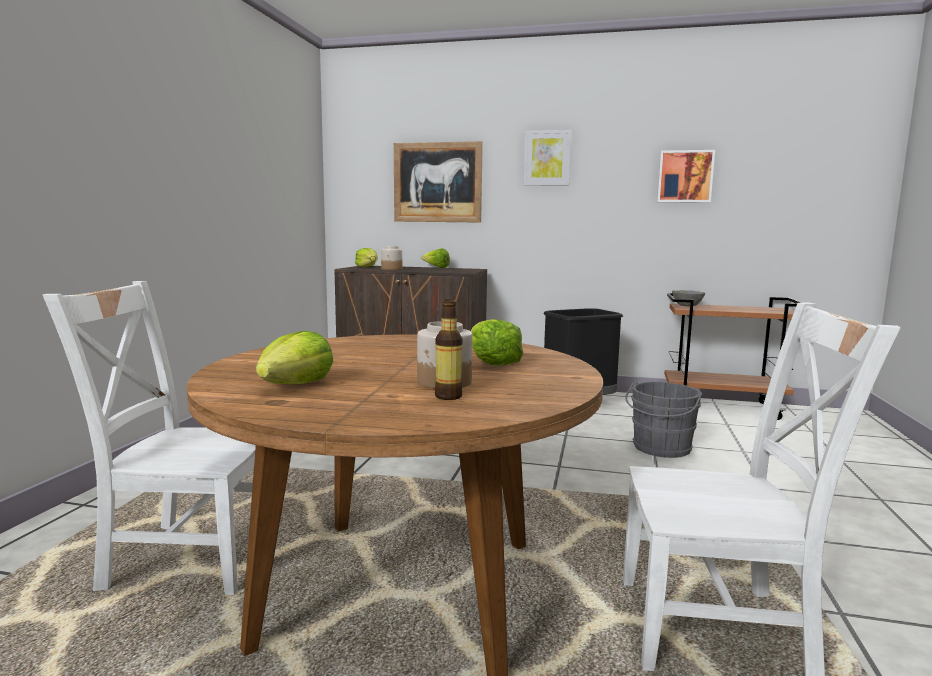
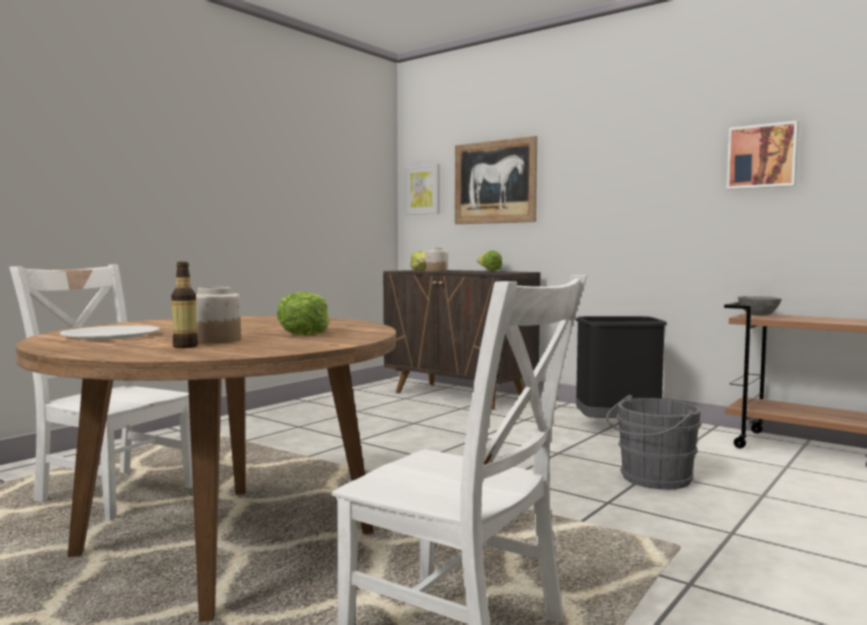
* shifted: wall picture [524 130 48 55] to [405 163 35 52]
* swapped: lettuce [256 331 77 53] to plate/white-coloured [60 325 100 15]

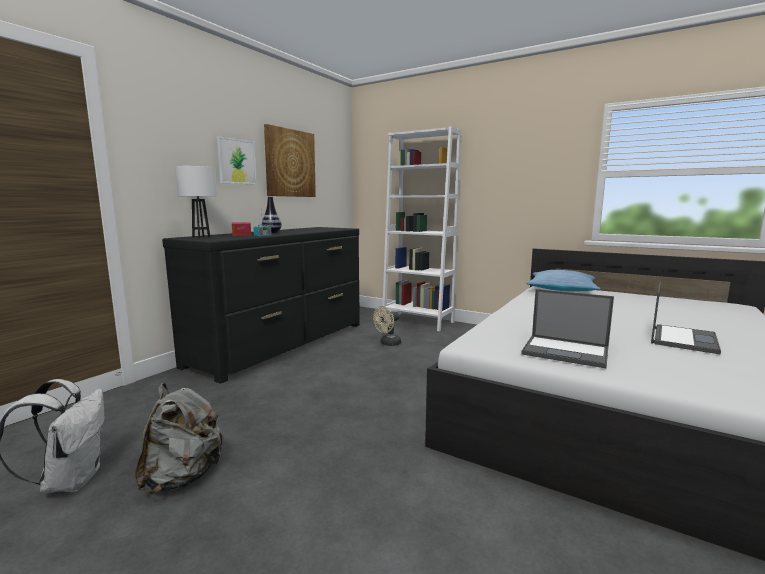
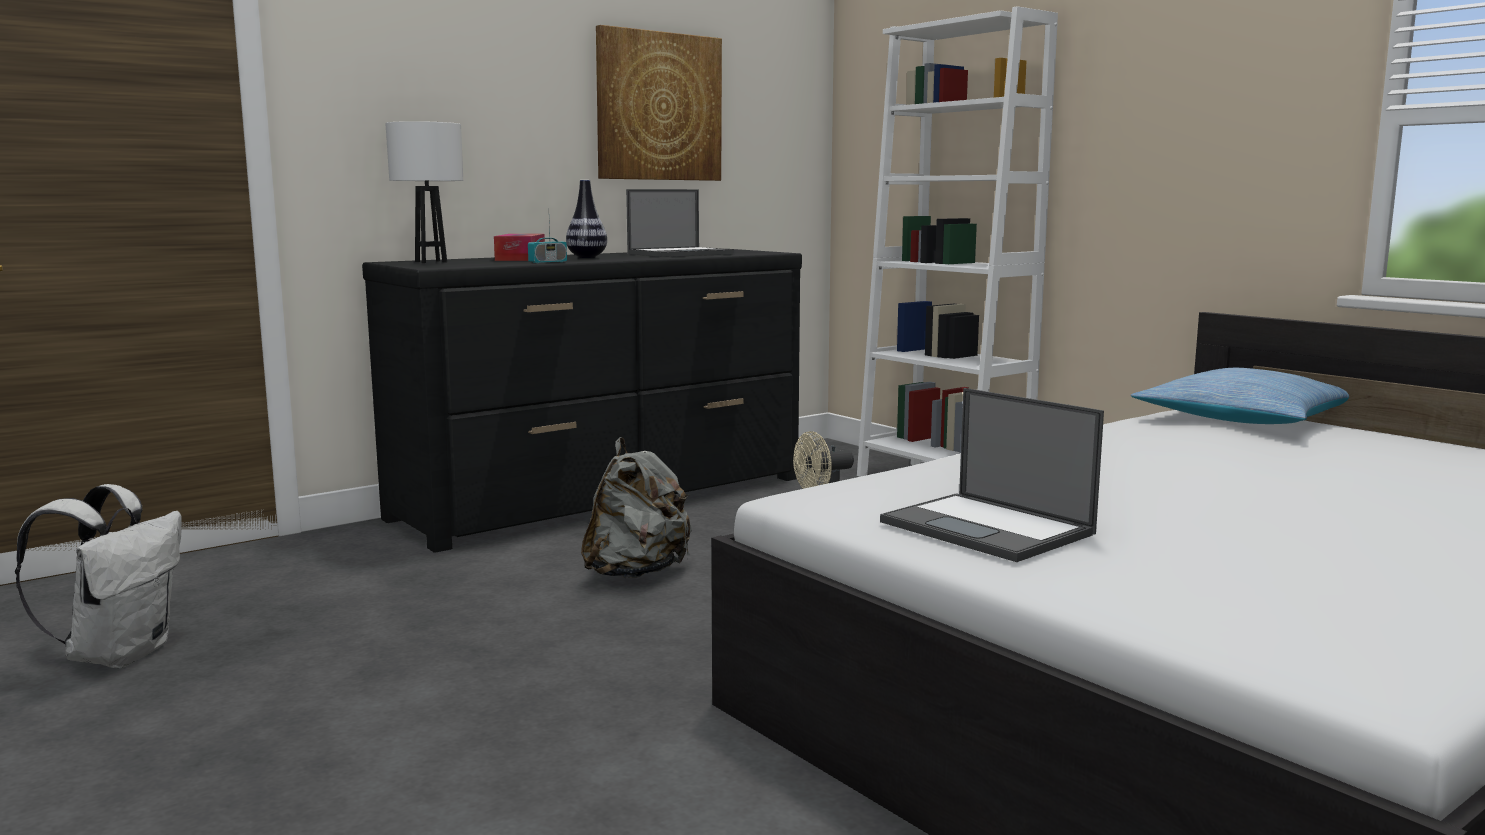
* gone: wall picture [217 136 40 49]
* shifted: laptop [651 282 70 72] to [626 189 109 68]
* shifted: knapsack/gray [135 383 89 111] to [581 437 111 141]

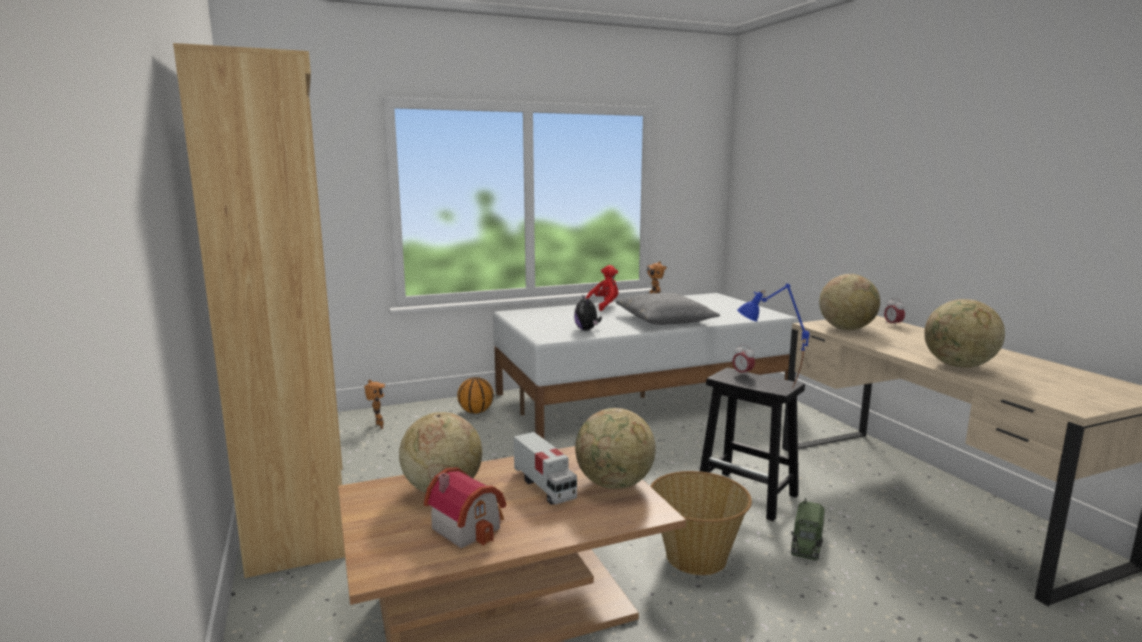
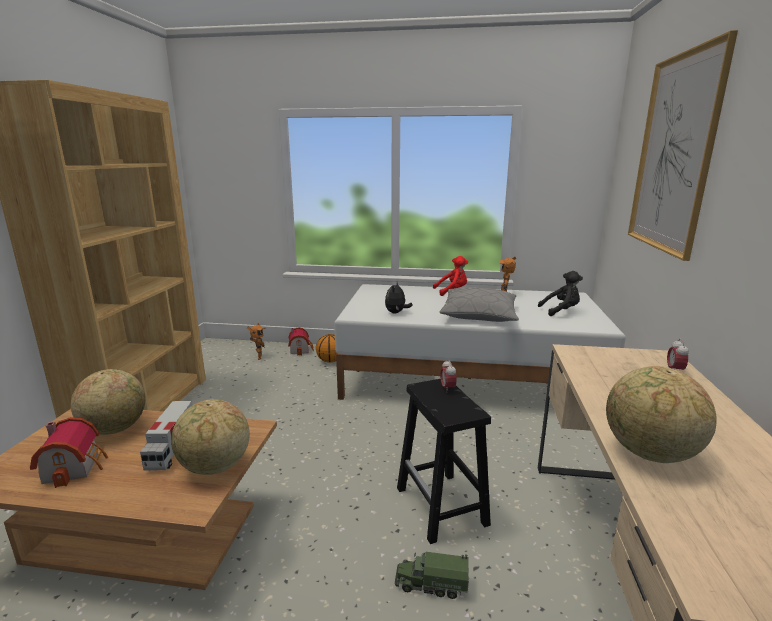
* gone: globe [819 274 61 56]
* gone: table lamp/blue [737 284 73 104]
* gone: storage basket [650 471 102 104]
* rotated: model truck [791 498 34 62] = [395 552 74 47] 45 degrees clockwise
* new: wall picture [628 30 110 231]
* new: plush toy/black [538 271 45 45]
* new: model house [288 327 26 29]

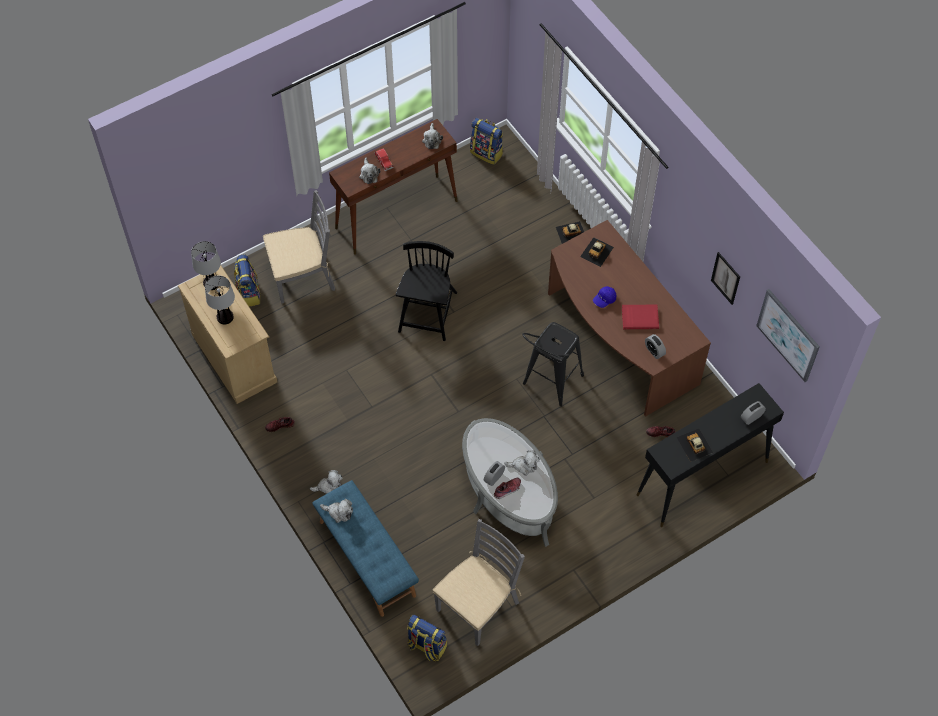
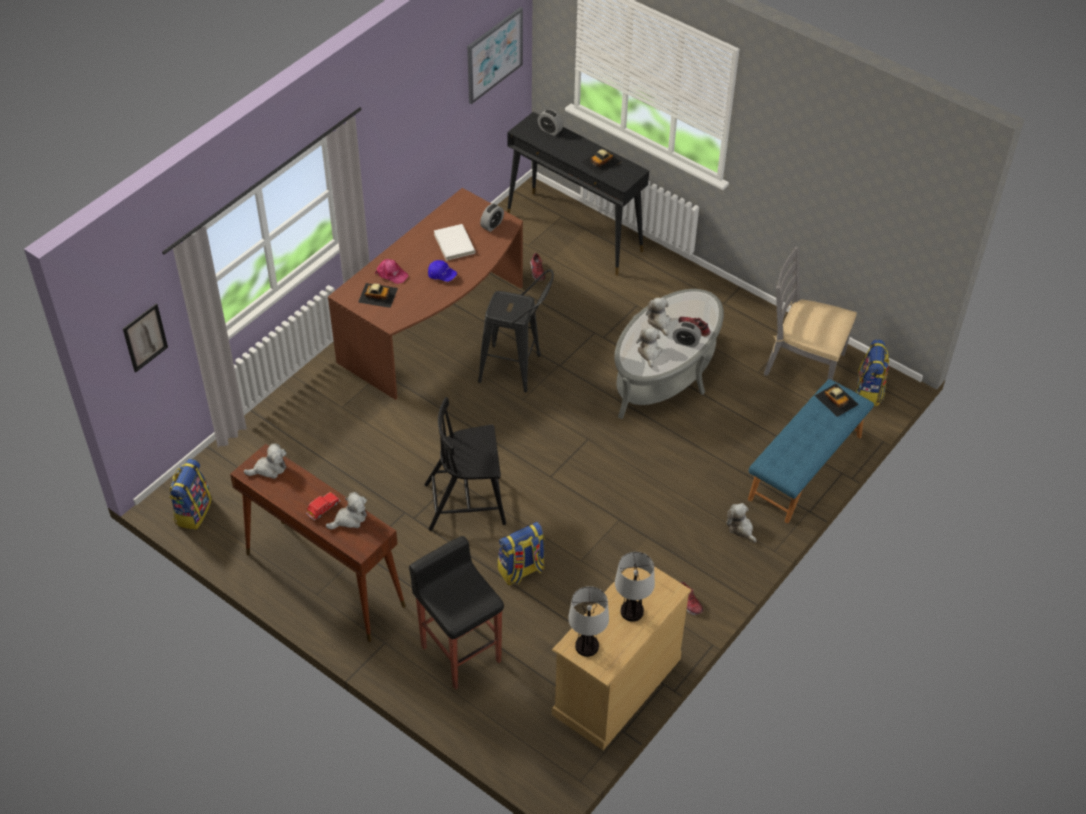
* swapped: upright chair/gray [263 190 72 114] to sitting stool/black [409 536 95 154]
* shifted: miniature car [556 221 28 23] to [814 384 45 33]
* shifted: wall picture [711 252 29 53] to [123 304 45 68]
* shifted: knapsack [234 254 27 53] to [498 522 47 63]
* repainted: book/red-coloured [622 305 37 24] to book/white-coloured [434 224 42 37]
* shifted: plush toy [320 499 33 24] to [636 328 26 40]
* new: peaked cap/pink [375 259 33 25]

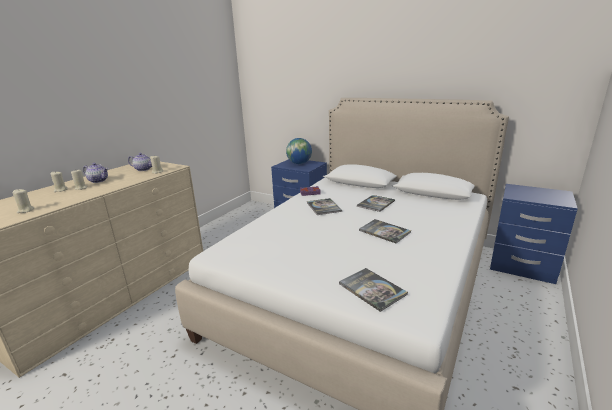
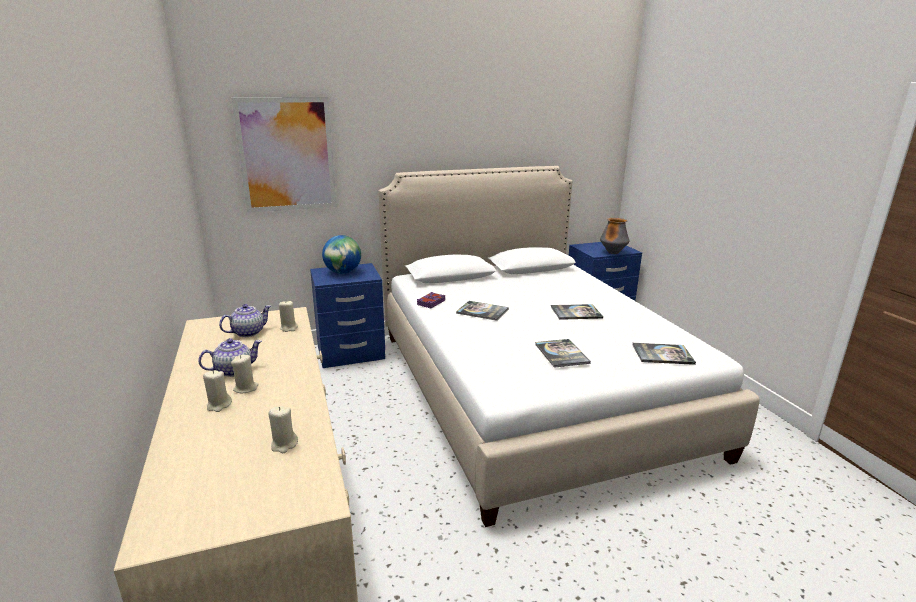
* shifted: book [357 195 38 17] to [535 339 56 29]
* new: wall picture [231 97 106 116]
* new: decorative vase [600 218 30 36]

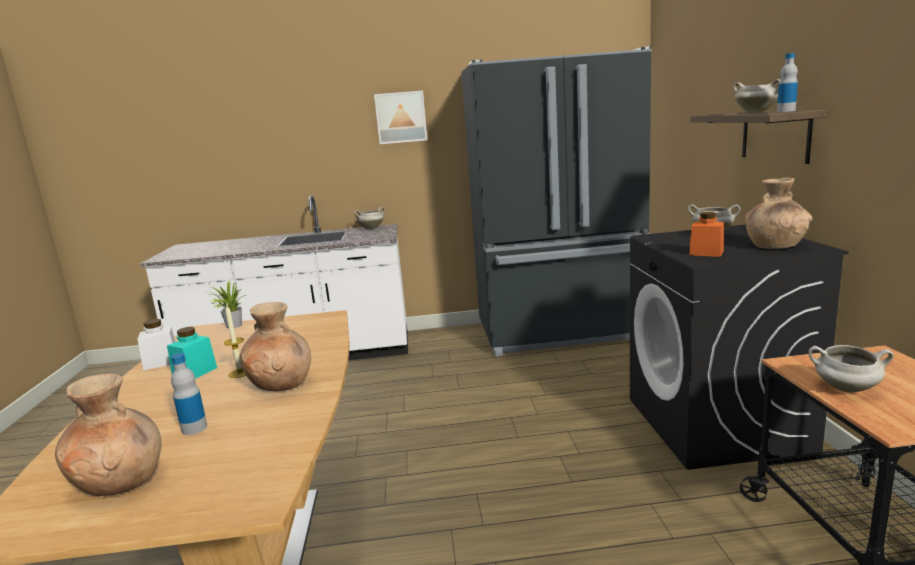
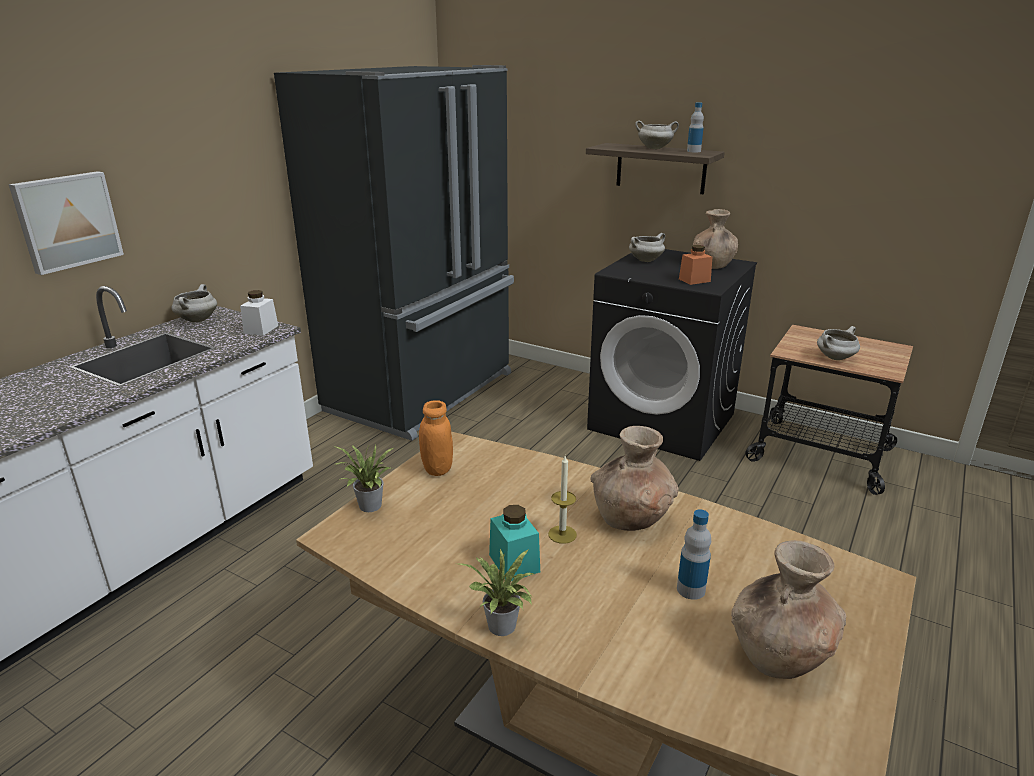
* shifted: wall picture [374 91 53 53] to [9 171 115 104]
* shifted: preserve jar/white-coloured [137 319 39 51] to [240 290 38 46]
* new: preserve jar/orangey [419 400 34 76]
* new: potted plant [459 548 75 88]

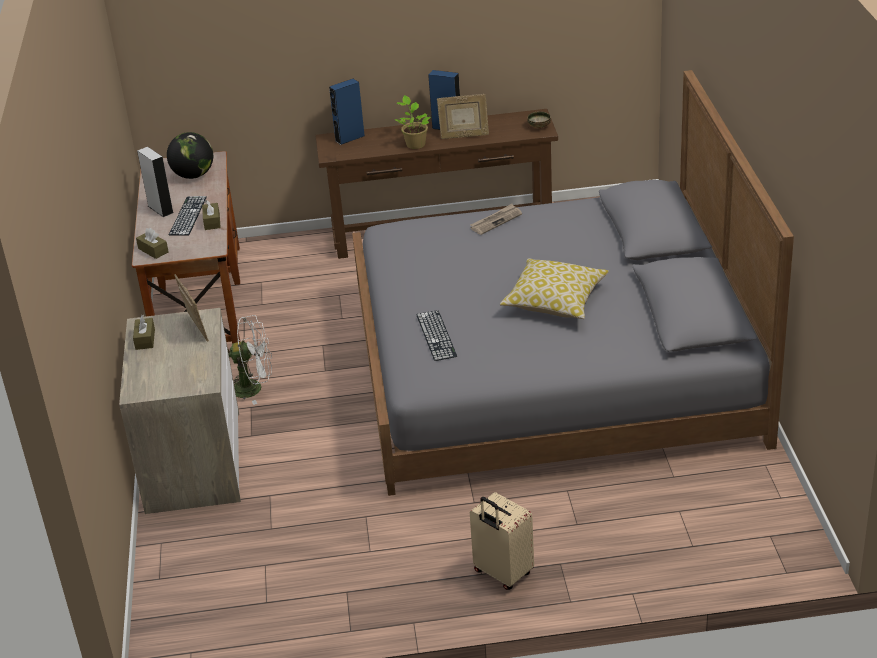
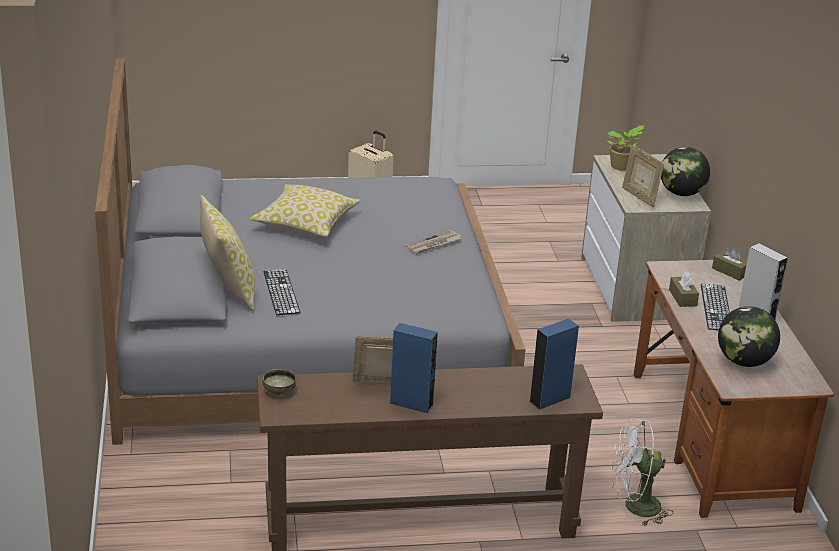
* shifted: potted plant [395 95 36 54] to [607 125 37 45]
* shifted: newspaper [470 204 52 31] to [406 230 55 24]
* shifted: PC keyboard [416 310 41 51] to [263 269 37 46]
* swapped: tissue box/brown [133 315 22 35] to globe [661 147 49 49]
* shifted: cooling fan/white-coloured [228 315 44 90] to [612 418 62 108]
* new: cushion [200 195 55 117]

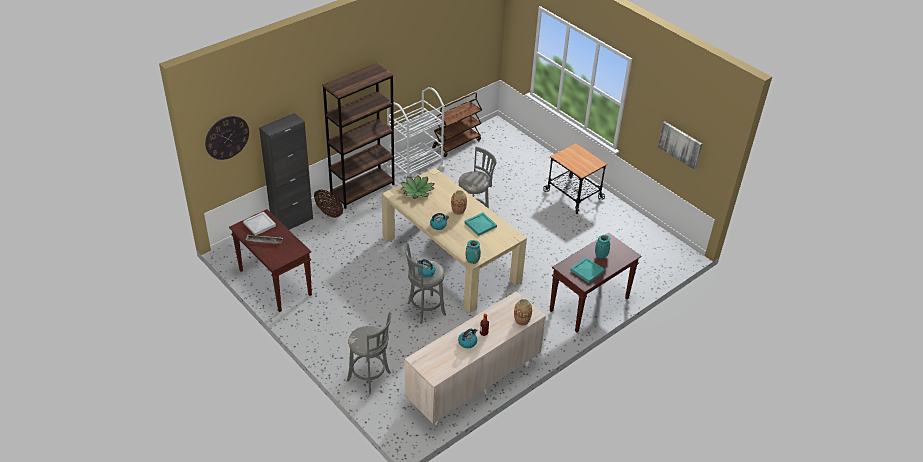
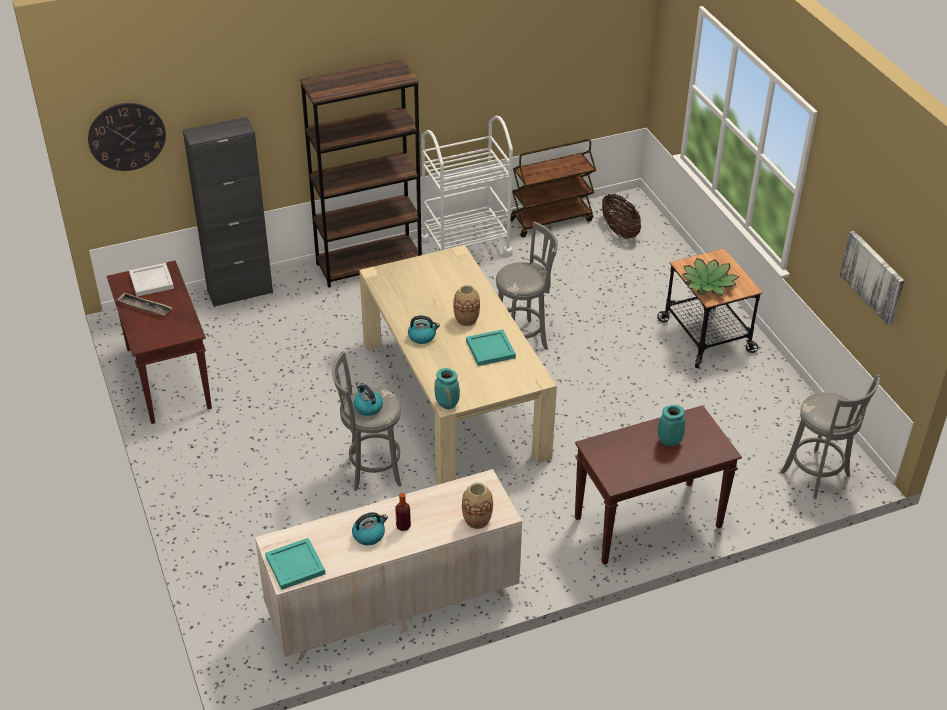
* shifted: potted plant [401 176 34 23] to [682 258 57 38]
* shifted: storage basket [314 189 29 29] to [602 194 39 45]
* shifted: carrying tray/turquoise [570 257 35 26] to [265 538 60 52]
* shifted: sitting stool/gray [347 312 45 82] to [780 374 100 125]

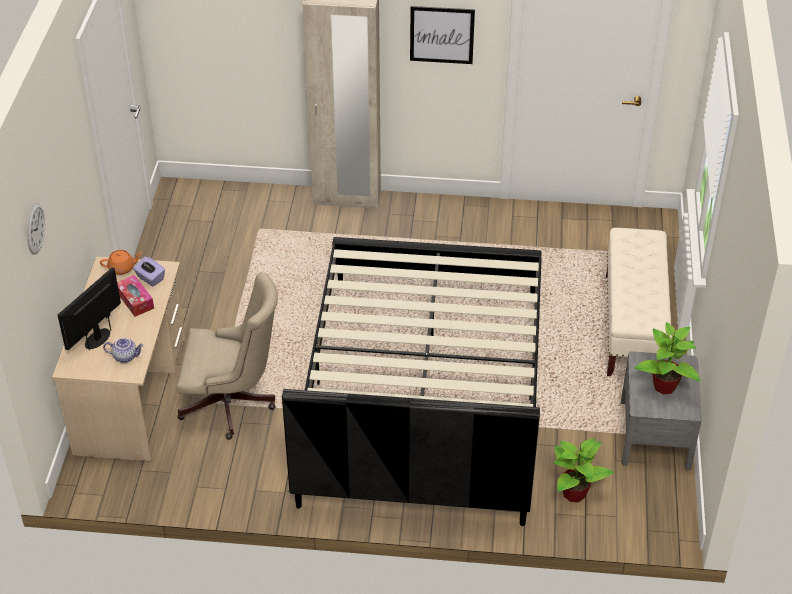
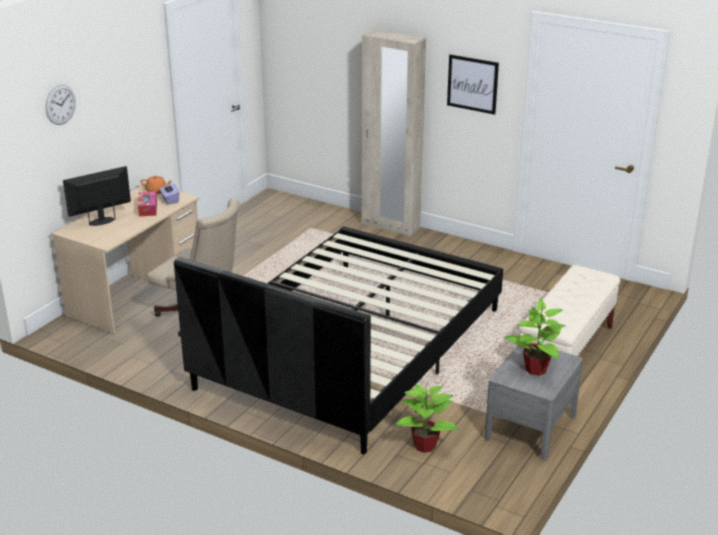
* gone: teapot [103 338 41 25]

